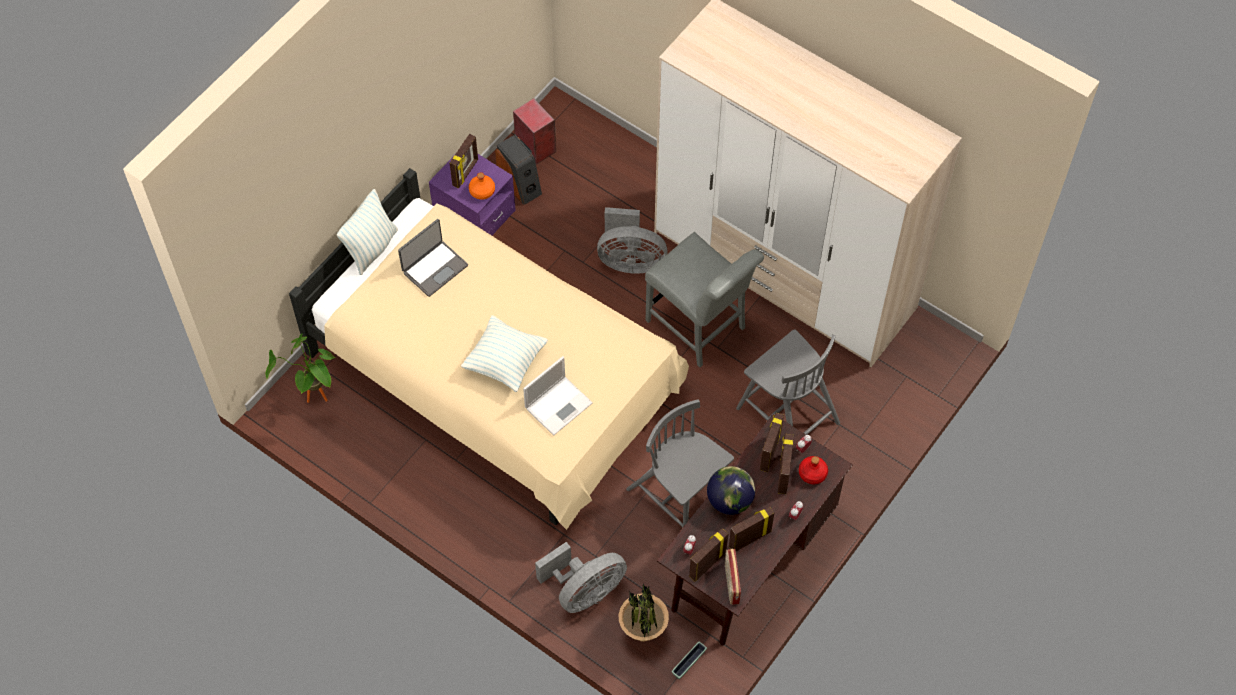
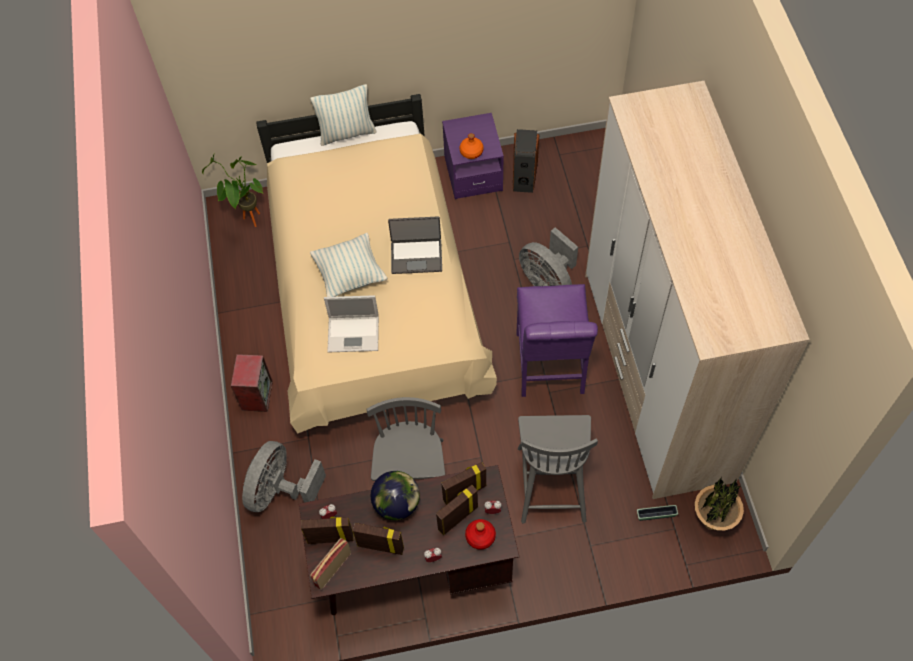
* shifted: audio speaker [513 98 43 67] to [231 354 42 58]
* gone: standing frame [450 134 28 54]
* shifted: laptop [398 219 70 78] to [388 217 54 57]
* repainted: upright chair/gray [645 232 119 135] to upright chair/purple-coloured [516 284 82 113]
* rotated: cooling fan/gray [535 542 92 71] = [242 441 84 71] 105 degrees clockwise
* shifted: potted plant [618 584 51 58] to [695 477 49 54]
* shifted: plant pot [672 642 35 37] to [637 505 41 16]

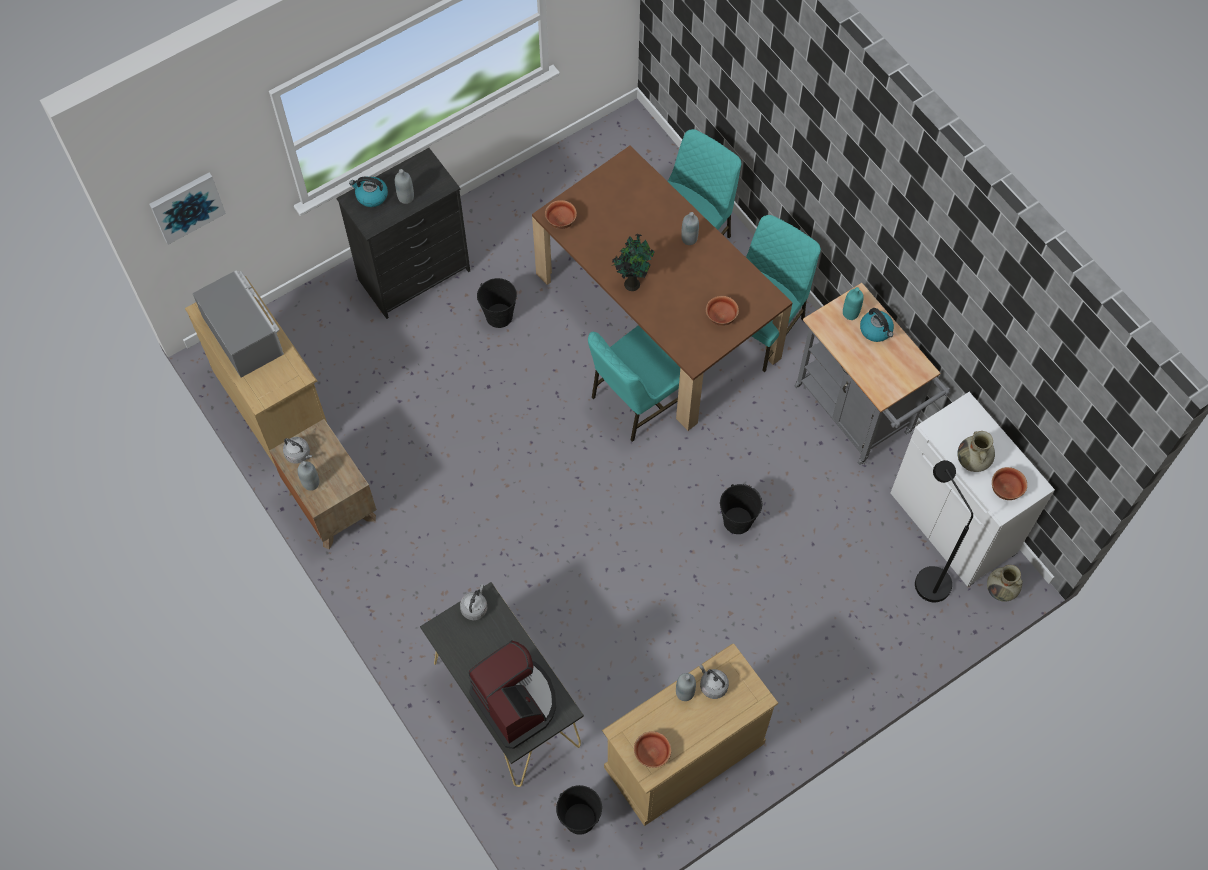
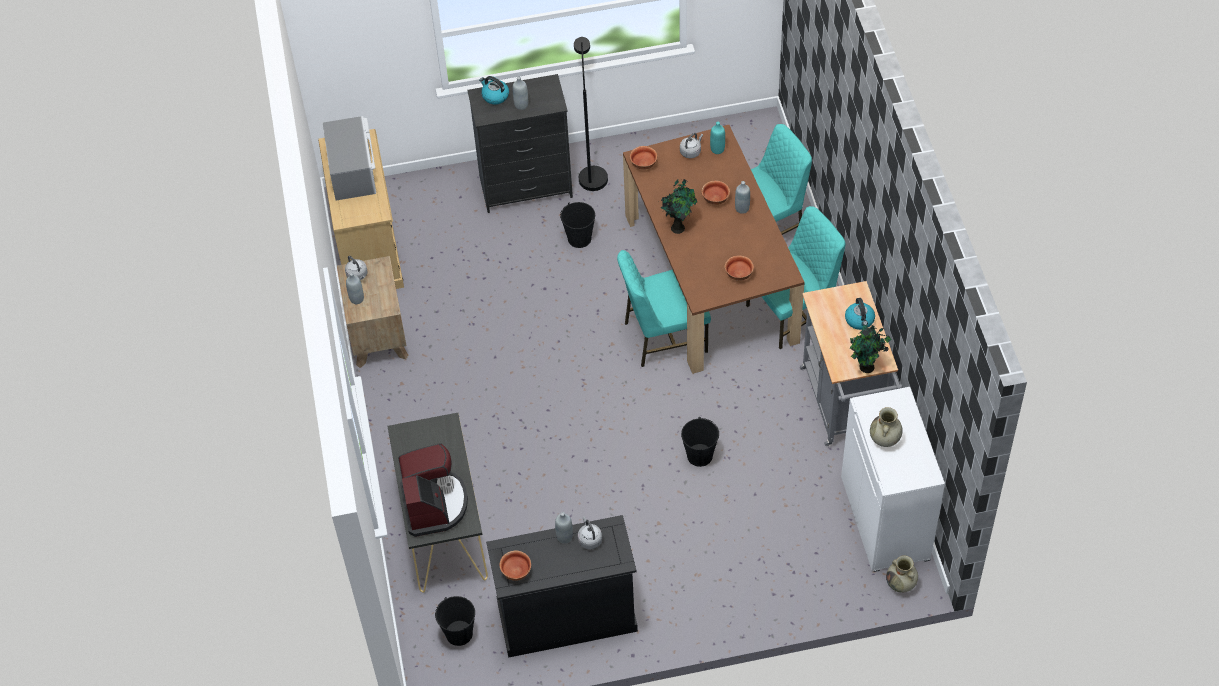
* gone: wall picture [149 172 77 73]
* shifted: bottle/turquoise [843 287 21 33] to [710 121 15 33]
* shifted: standing lamp/black [915 460 58 142] to [574 37 34 154]
* shifted: deep dish [992 467 35 33] to [702 180 28 25]
* shifted: water kettle/gray [460 584 28 36] to [680 133 23 25]
* repainted: dresser/sand-coloured [602 643 176 183] to dresser/black [486 515 152 143]
* new: potted plant [850 325 42 48]

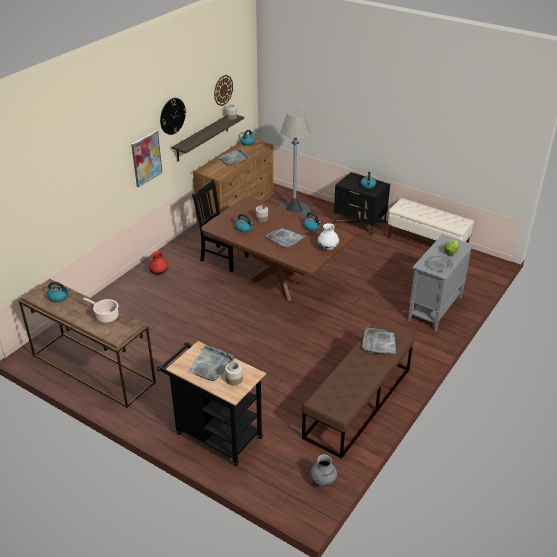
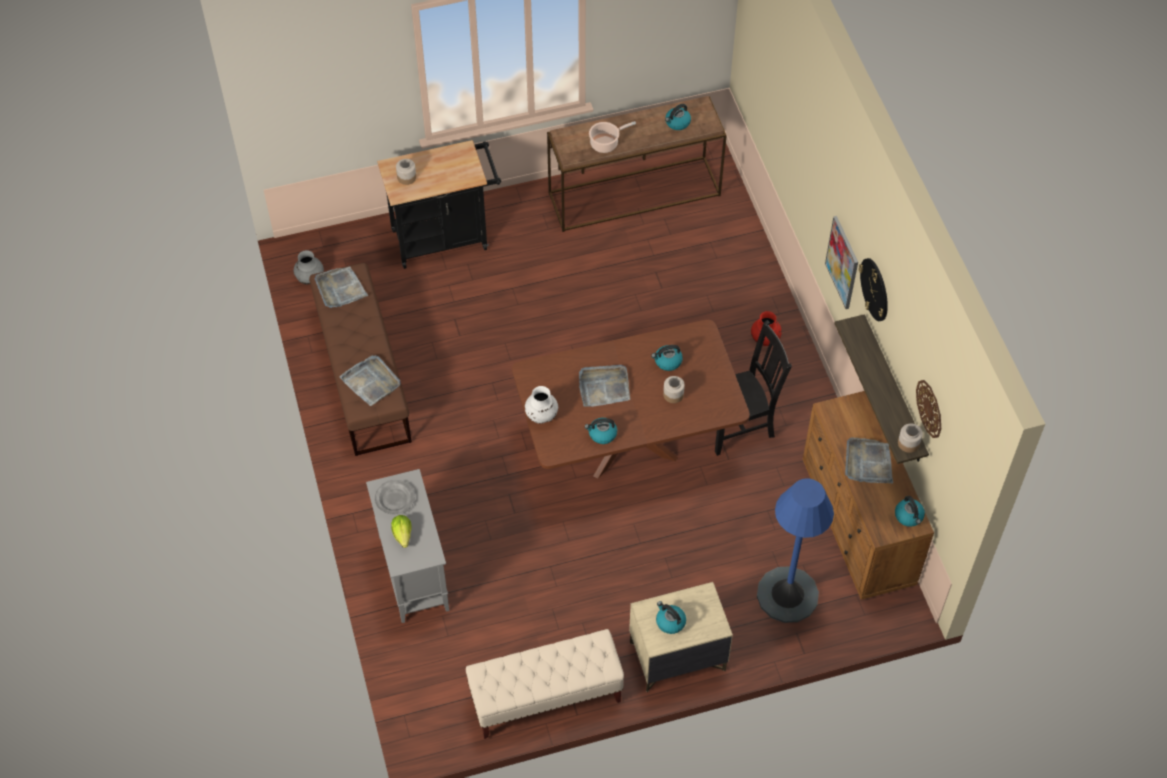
* repainted: standing lamp/gray [279 110 32 107] to standing lamp/blue [757 478 77 145]
* repainted: bedside table/black [334 172 56 64] to bedside table/sand-coloured [629 582 104 110]
* shifted: carrying tray/gray [188 345 46 36] to [315 266 53 42]

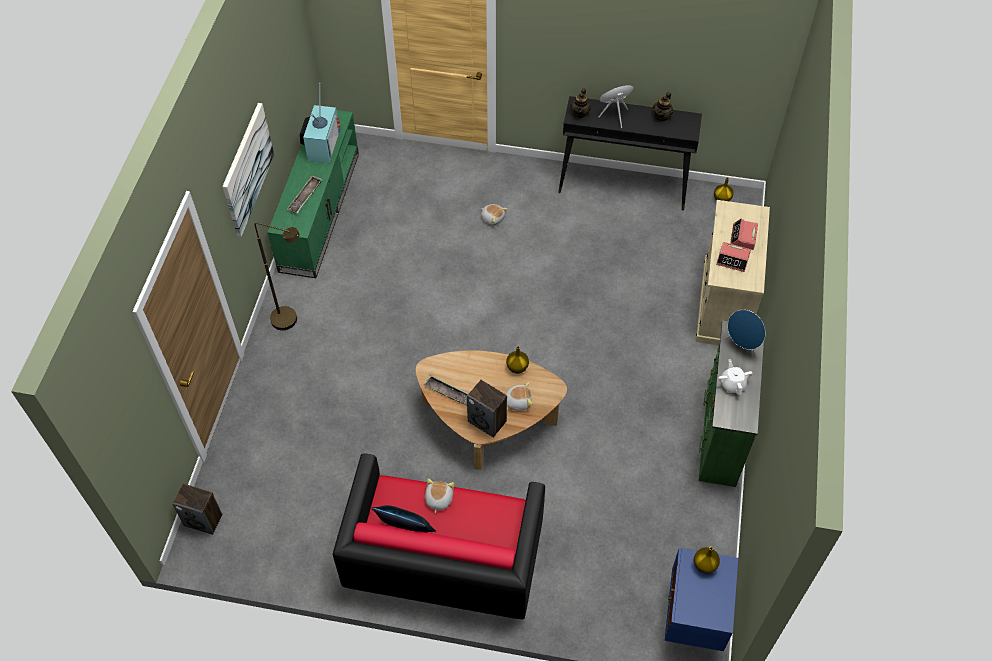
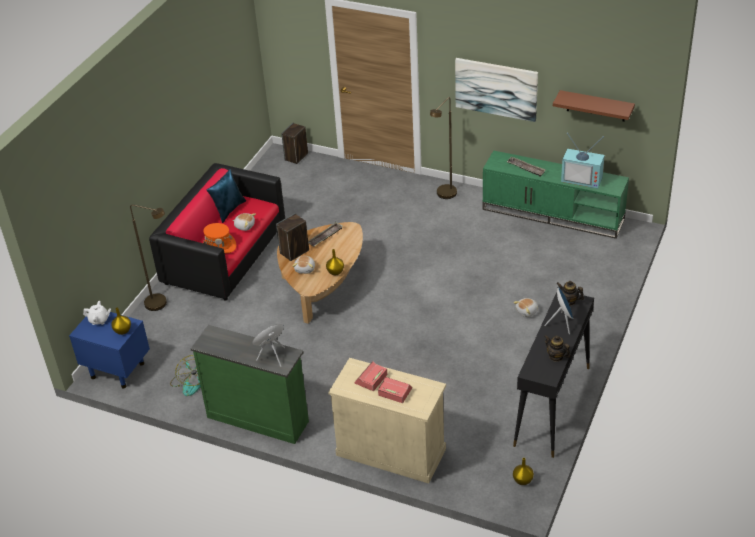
* shifted: teapot/white-coloured [718 359 35 36] to [83 301 28 24]
* new: shelf/brown [553 90 82 32]
* new: standing lamp/brown [130 205 37 106]
* new: hat/orangey [203 223 33 30]
* new: cooling fan [170 355 31 41]

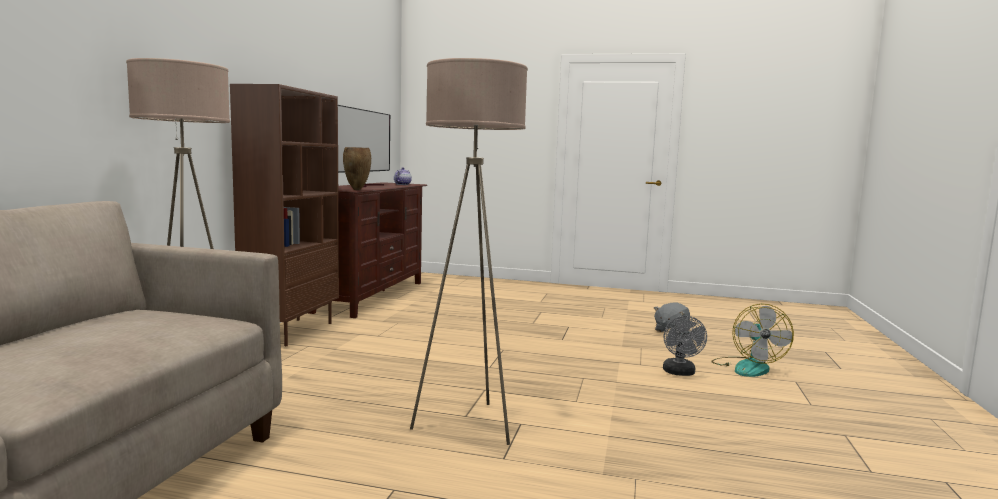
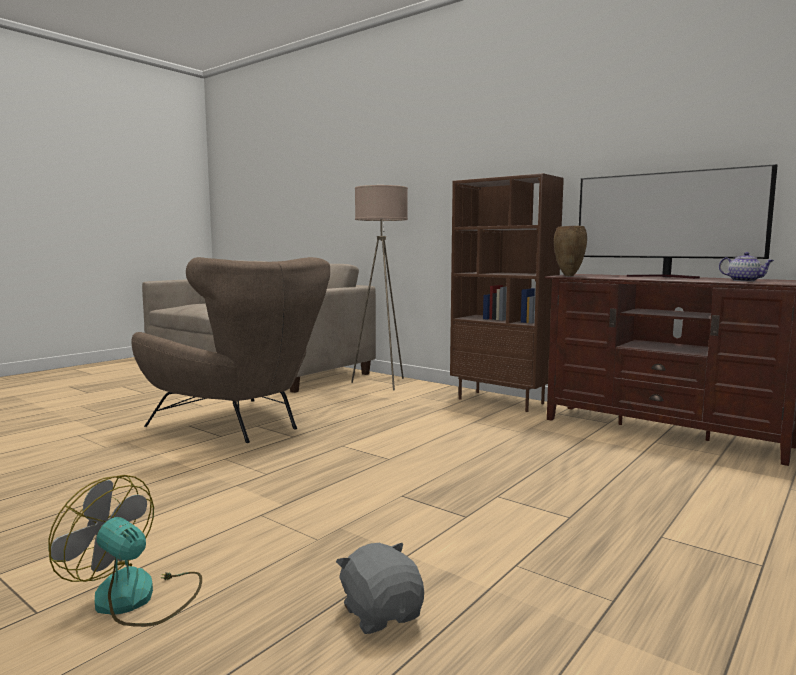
* swapped: standing lamp/sand-coloured [410 58 118 387] to lounge chair/brown [131 257 199 186]
* gone: cooling fan/gray [663 316 44 60]

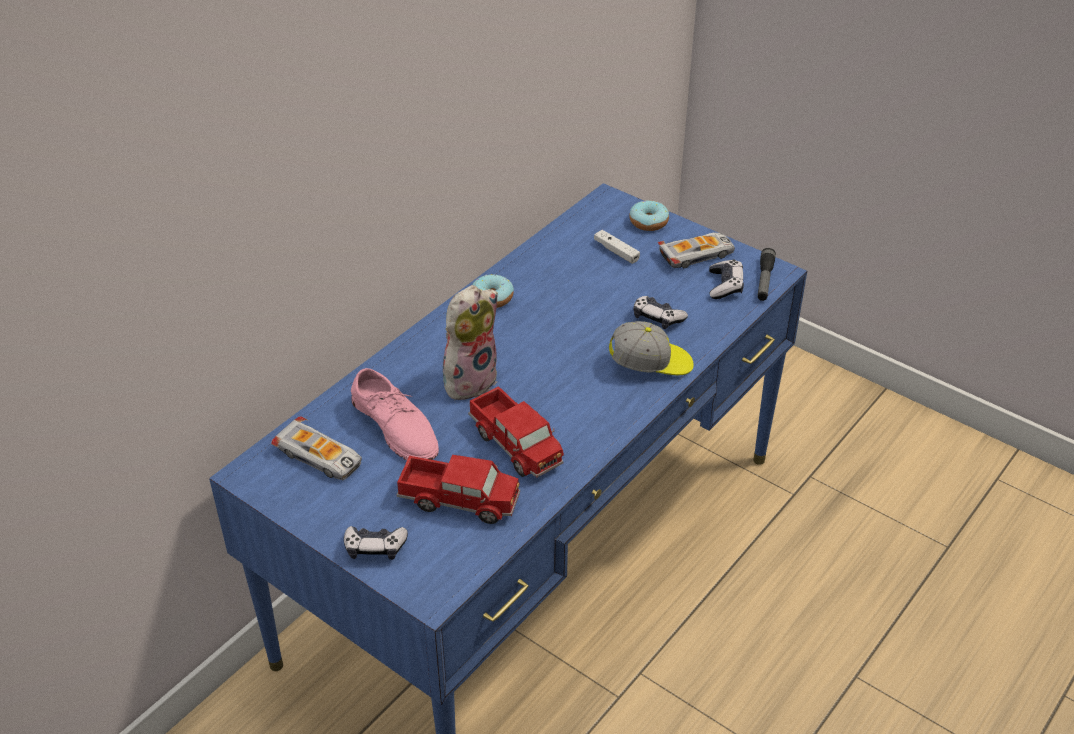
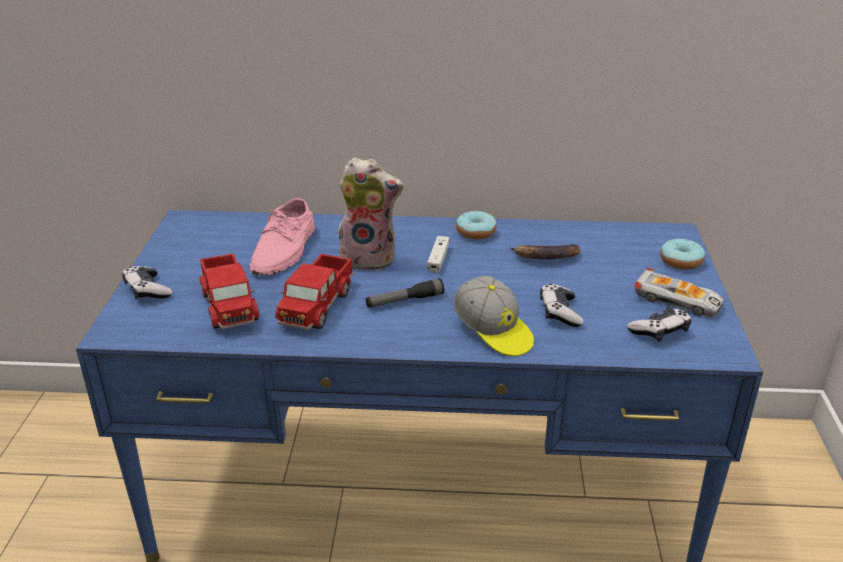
* shifted: game controller/white-coloured [594 230 46 34] to [427 236 23 37]
* shifted: torch [758 248 18 53] to [366 278 78 30]
* gone: miniature car [271 417 91 63]
* new: banana fruit [509 244 71 15]

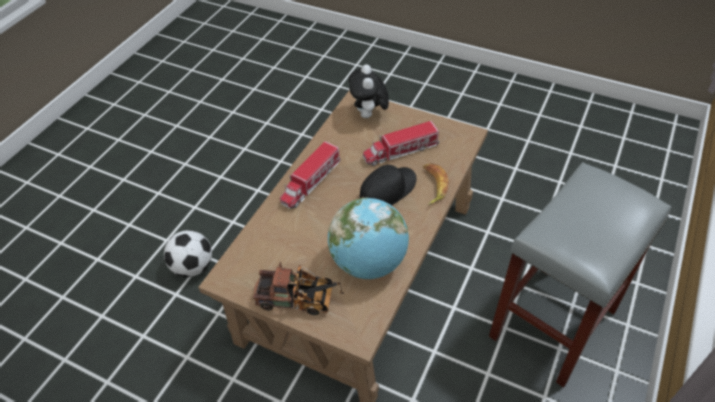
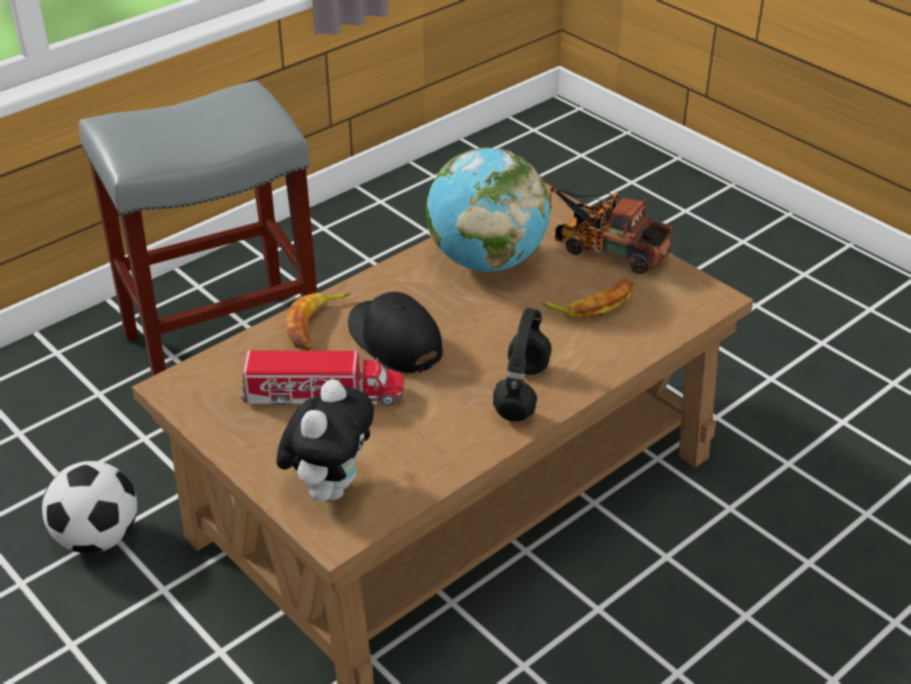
* swapped: model truck [280 141 61 68] to pair of headphones/black [493 308 59 114]
* rotated: peaked cap/black [360 165 57 40] = [348 292 95 81] 75 degrees clockwise
* shifted: football [164 230 48 47] to [42 461 95 92]
* new: banana fruit [542 279 92 39]

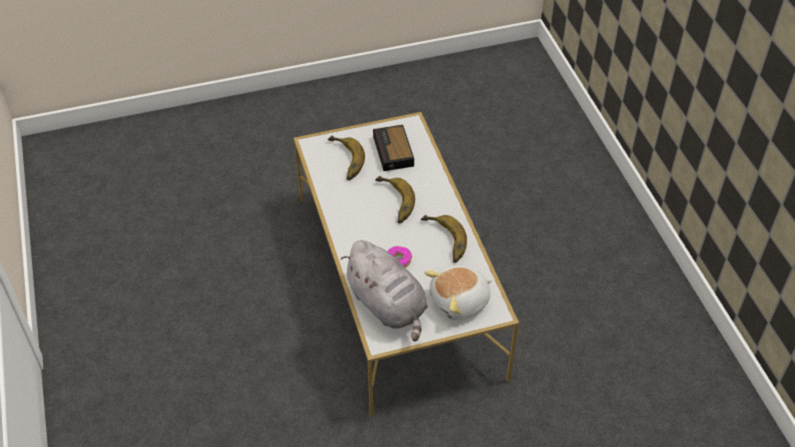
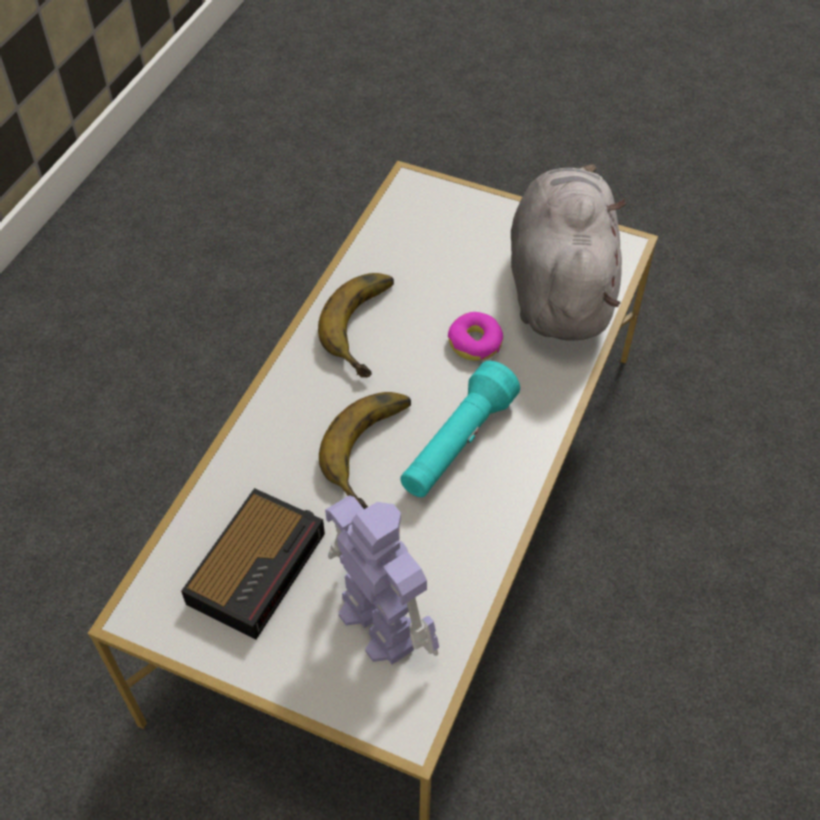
* swapped: banana fruit [328 135 37 45] to toy robot [325 495 114 170]
* gone: plush toy [424 266 69 54]
* new: torch/turquoise [400 361 120 136]

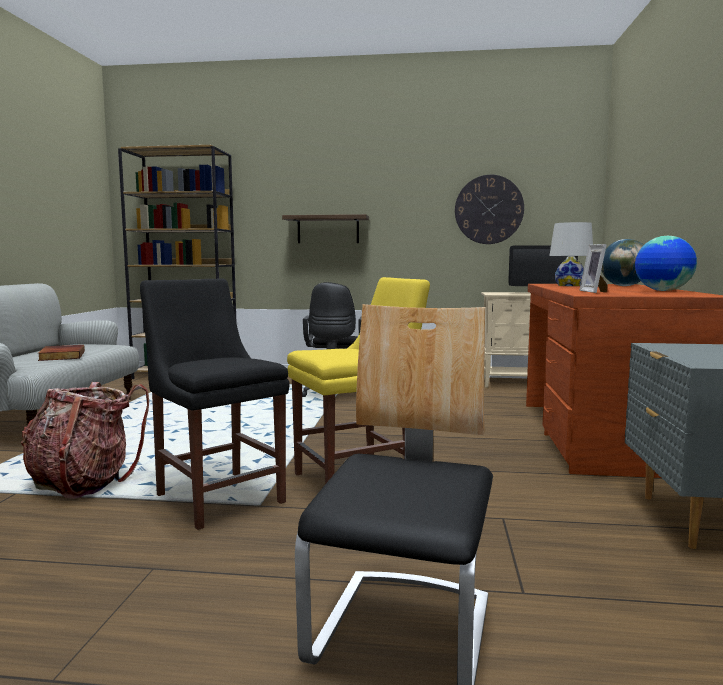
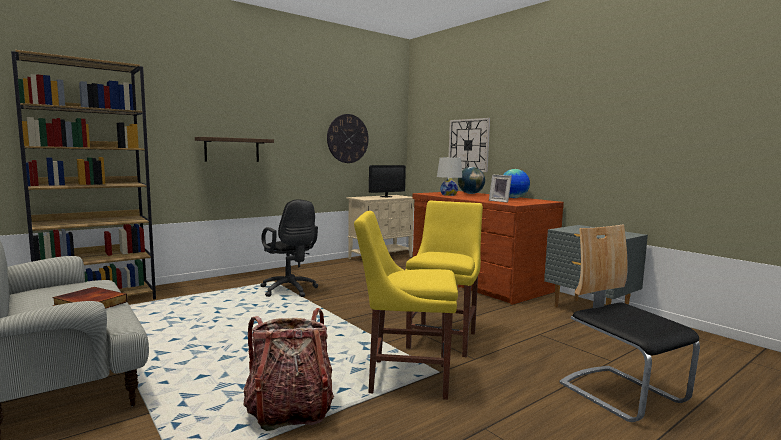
* repainted: upright chair/black [140 278 150 252] to upright chair/yellow [354 211 104 189]
* new: hanging clock [449 118 41 54]

